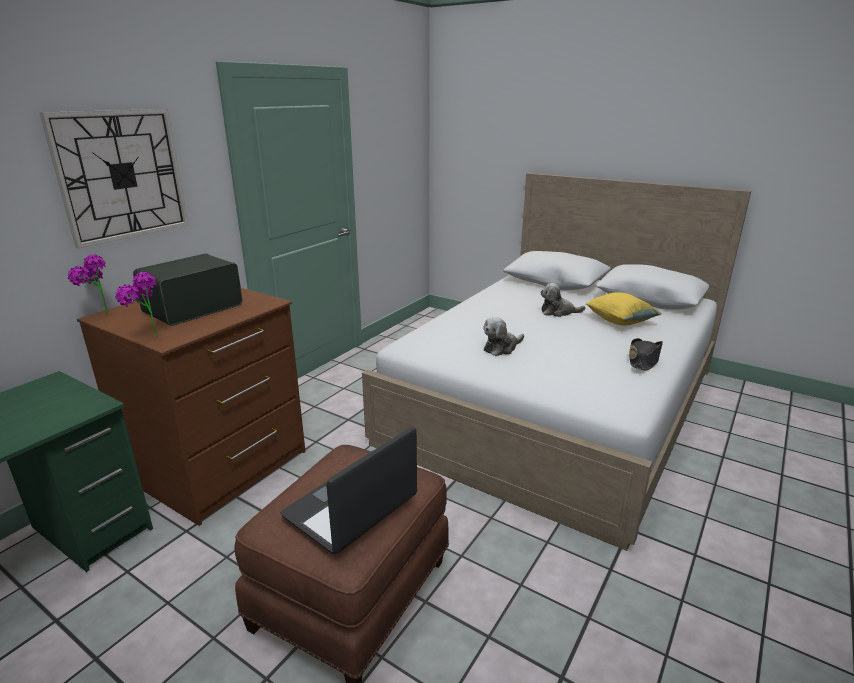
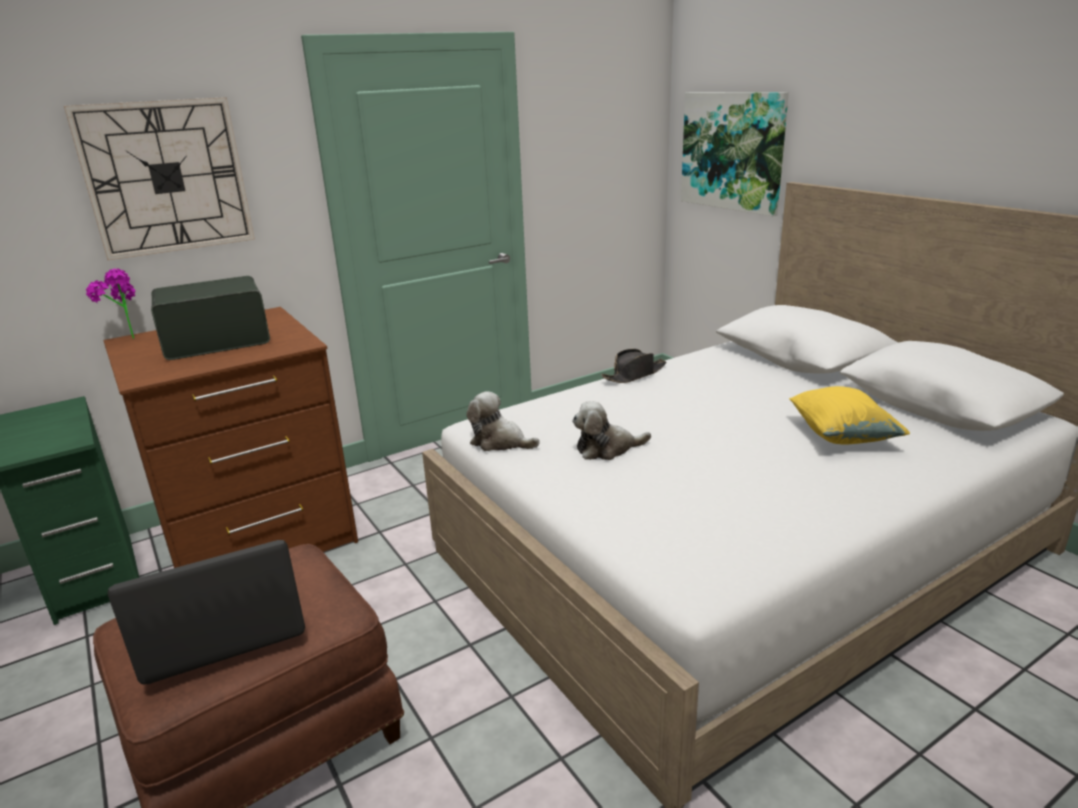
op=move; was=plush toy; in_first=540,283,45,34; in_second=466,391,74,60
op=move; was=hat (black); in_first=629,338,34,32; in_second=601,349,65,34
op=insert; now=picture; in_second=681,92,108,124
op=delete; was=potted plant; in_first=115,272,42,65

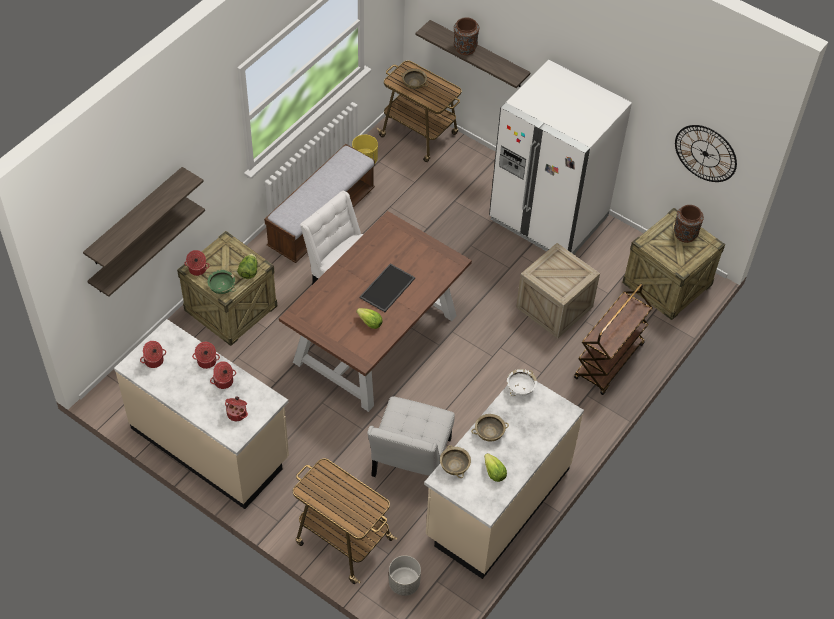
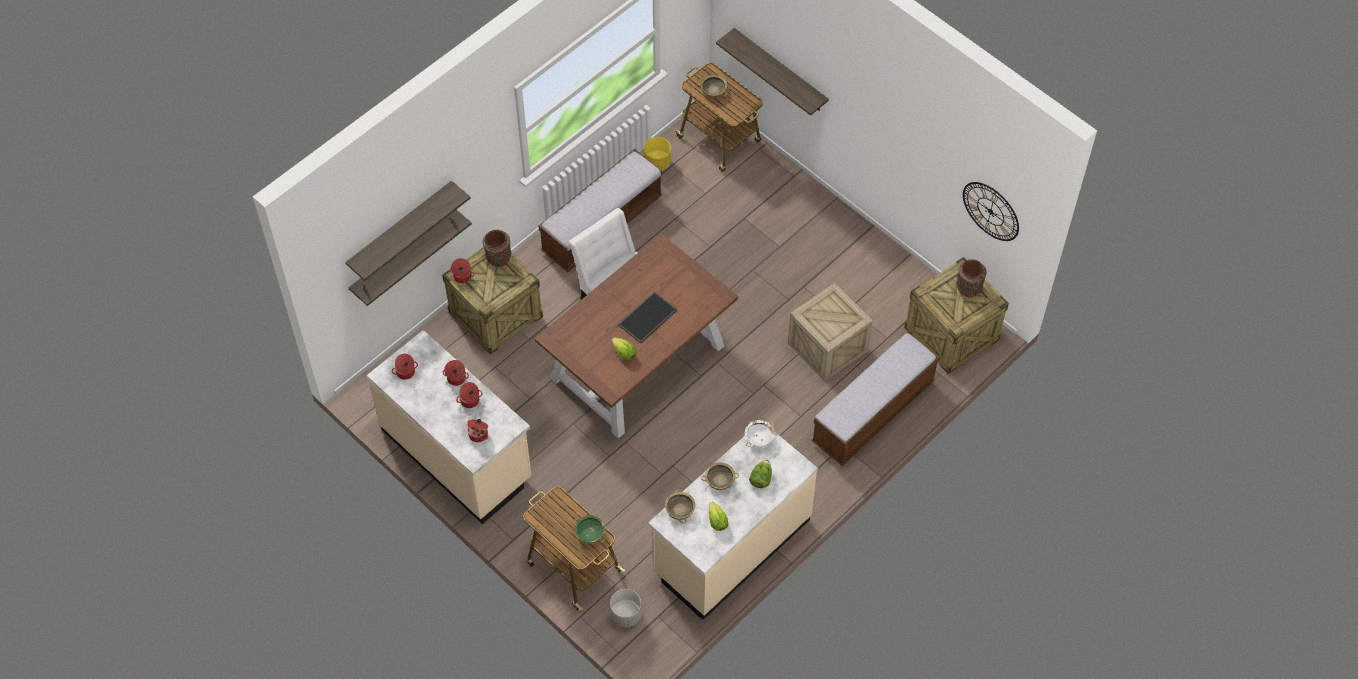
op=move; was=vase (brown); in_first=454,17,25,38; in_second=483,230,28,37
op=move; was=bowl (green); in_first=207,270,29,24; in_second=575,515,30,29
op=move; was=lettuce; in_first=237,254,21,25; in_second=749,460,23,28
op=replace; was=cart (brown); now=bench; in_first=574,284,79,111; in_second=812,333,128,133
op=delete; was=chair (white); in_first=367,396,88,81
op=delete; was=fridge (white); in_first=489,60,143,194

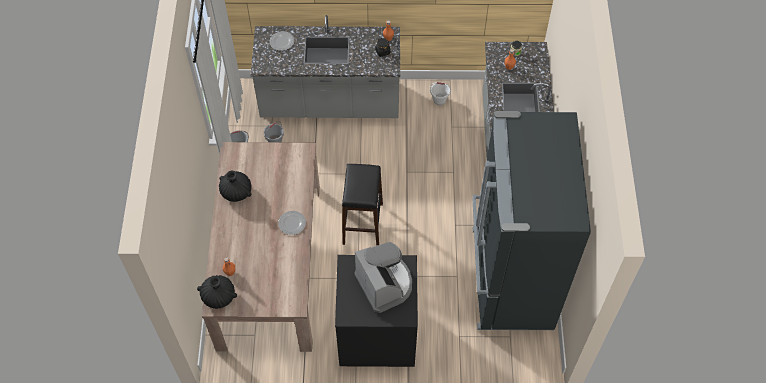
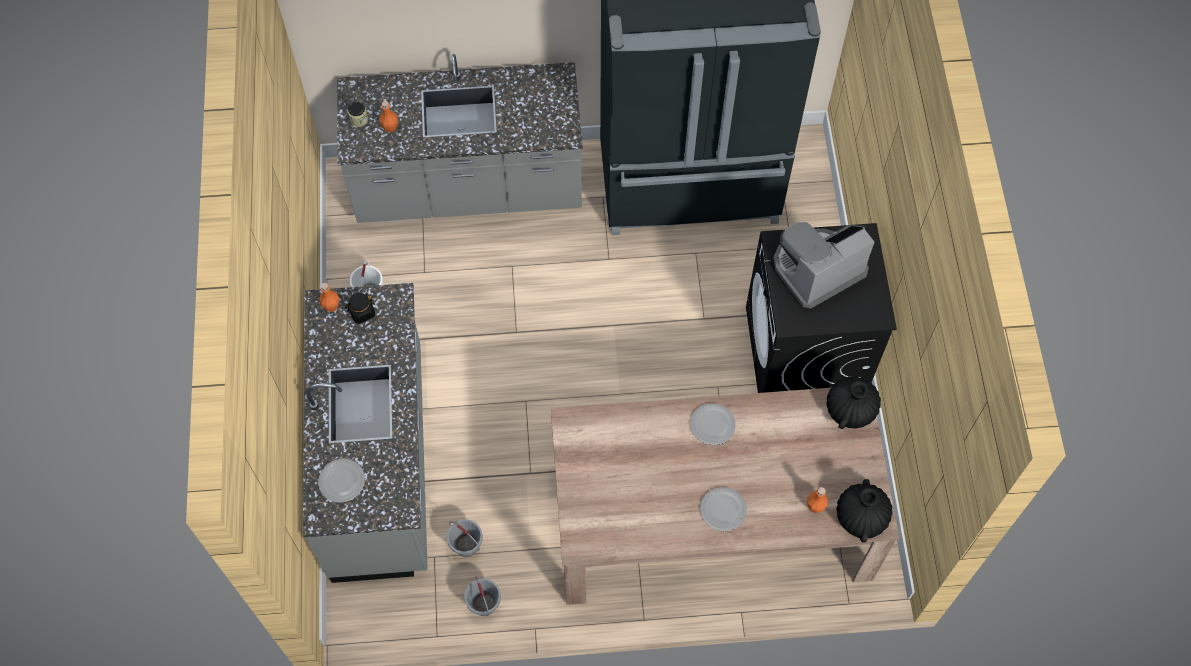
op=insert; now=plate; in_second=700,487,47,44
op=move; was=vase (black); in_first=219,171,33,31; in_second=826,375,55,54
op=delete; was=stool (black); in_first=342,164,41,82

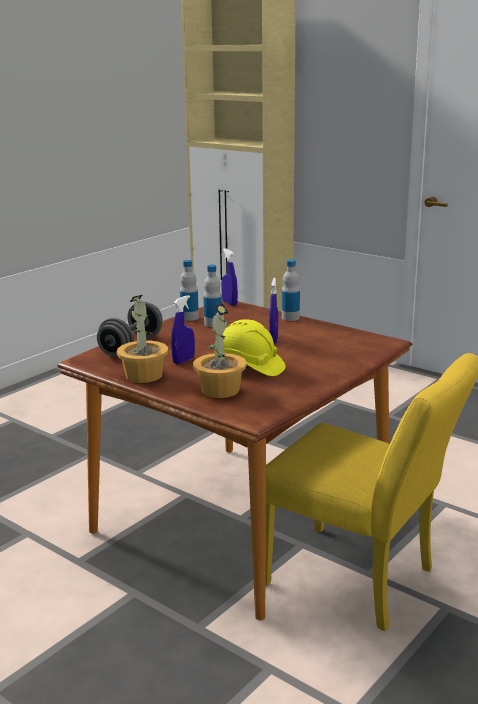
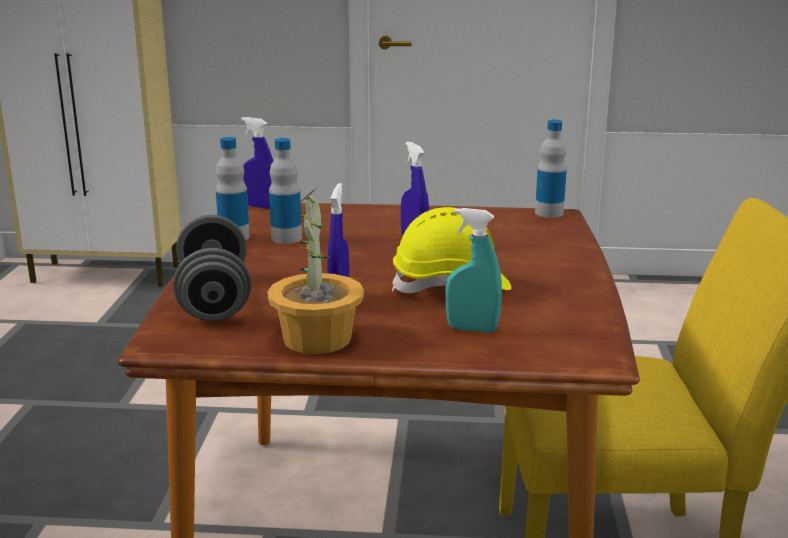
op=replace; was=potted plant; now=spray bottle (turquoise); in_first=193,304,54,94; in_second=446,208,56,125
op=move; was=bottle; in_first=282,259,18,62; in_second=535,120,32,98

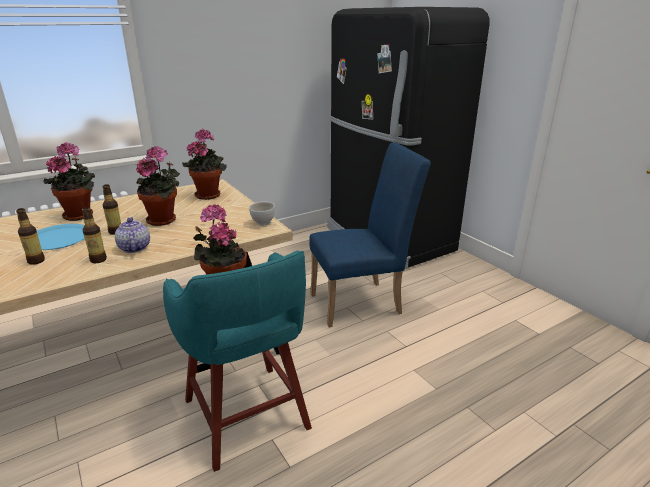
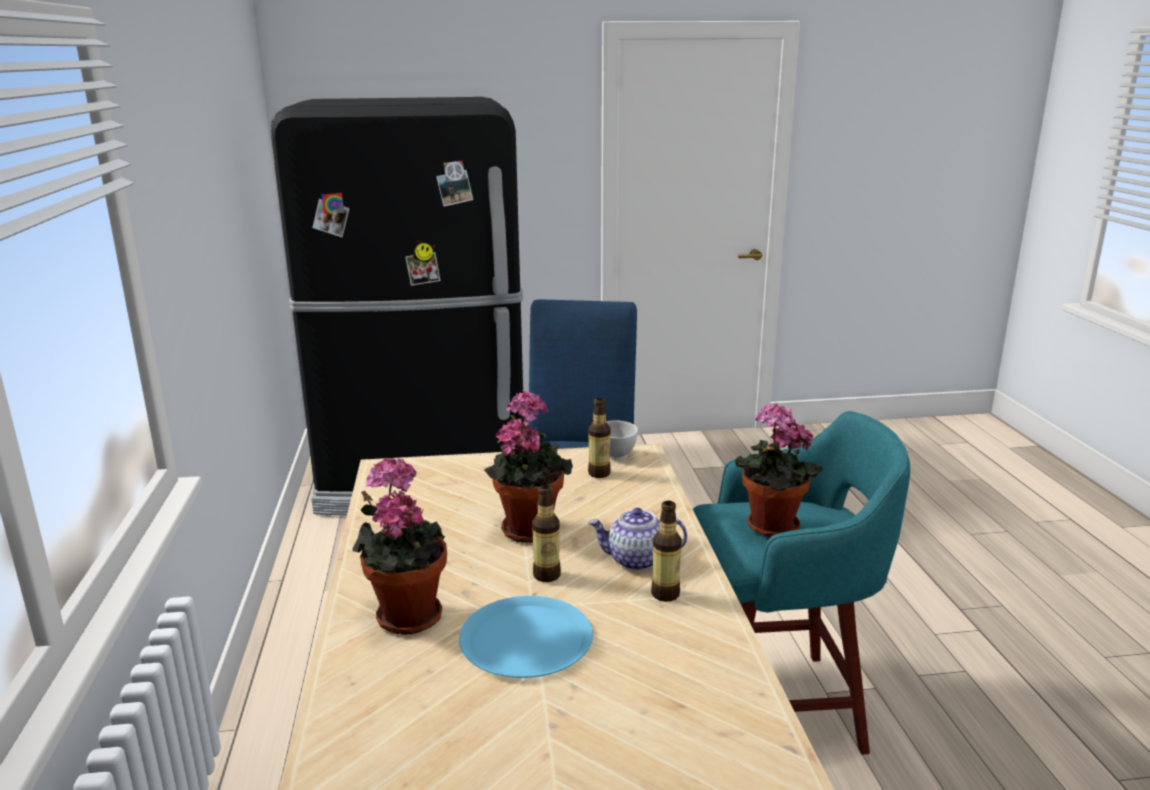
op=move; was=bottle; in_first=16,208,29,57; in_second=588,398,23,80
op=delete; was=potted plant; in_first=182,129,45,71

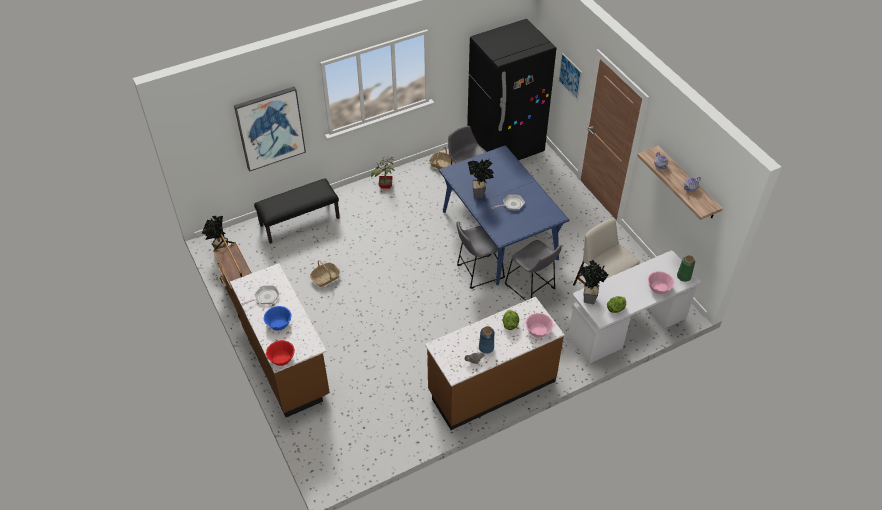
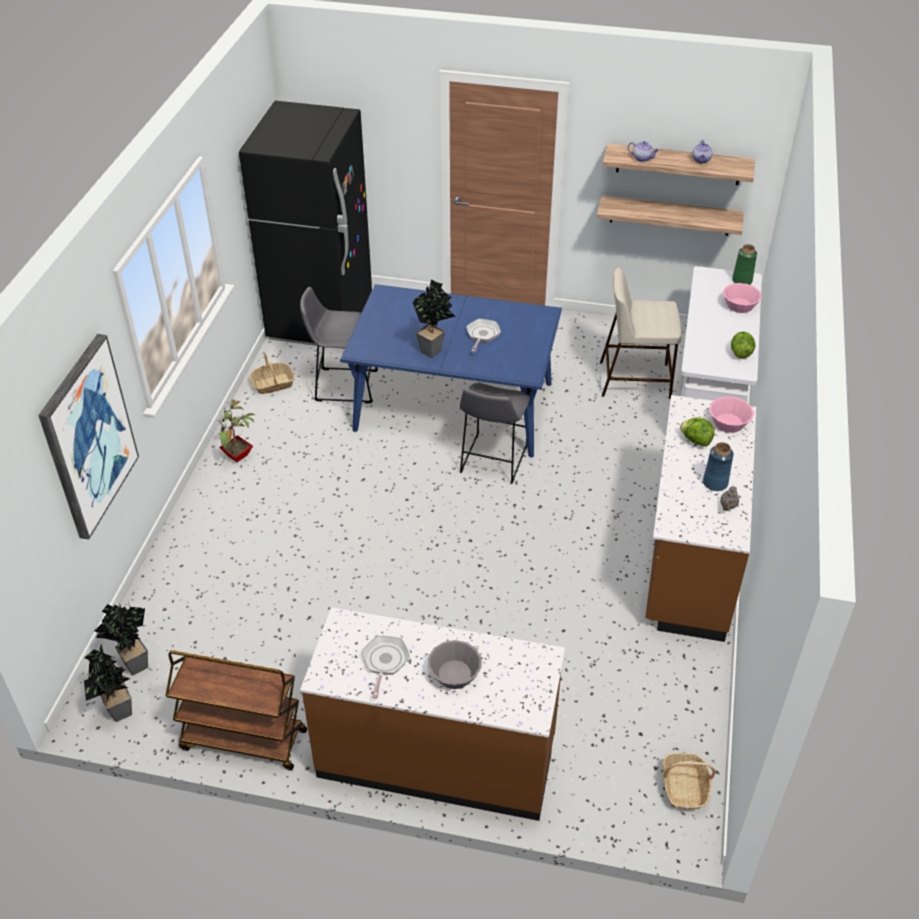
op=move; was=potted plant; in_first=579,260,30,44; in_second=94,602,54,73
op=recolor; was=bowl (blue); now=bowl (grey); in_first=263,306,29,25; in_second=428,640,54,49
op=insert; now=shelf; in_second=597,195,147,41
op=move; was=basket; in_first=310,260,30,27; in_second=662,753,54,56
op=delete; was=bench (black); in_first=254,178,86,66
op=delete; was=bowl (red); in_first=266,340,29,26
op=delete; was=stool (grey); in_first=505,240,57,61
op=delete; was=picture; in_first=558,53,24,48

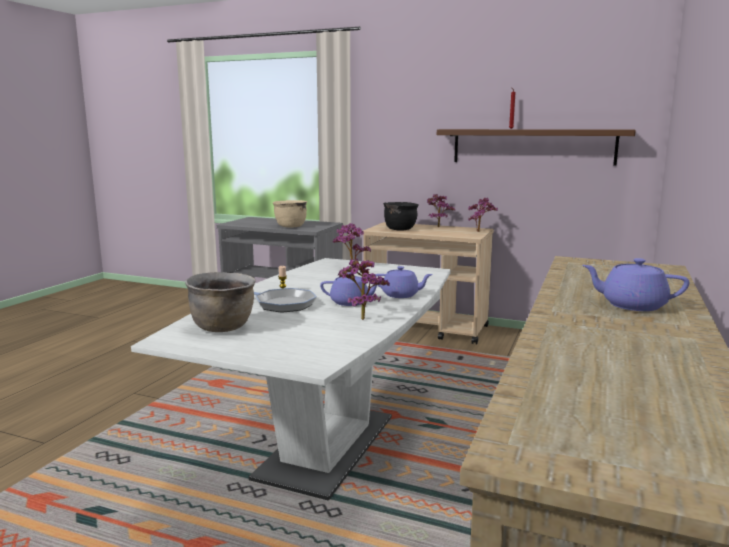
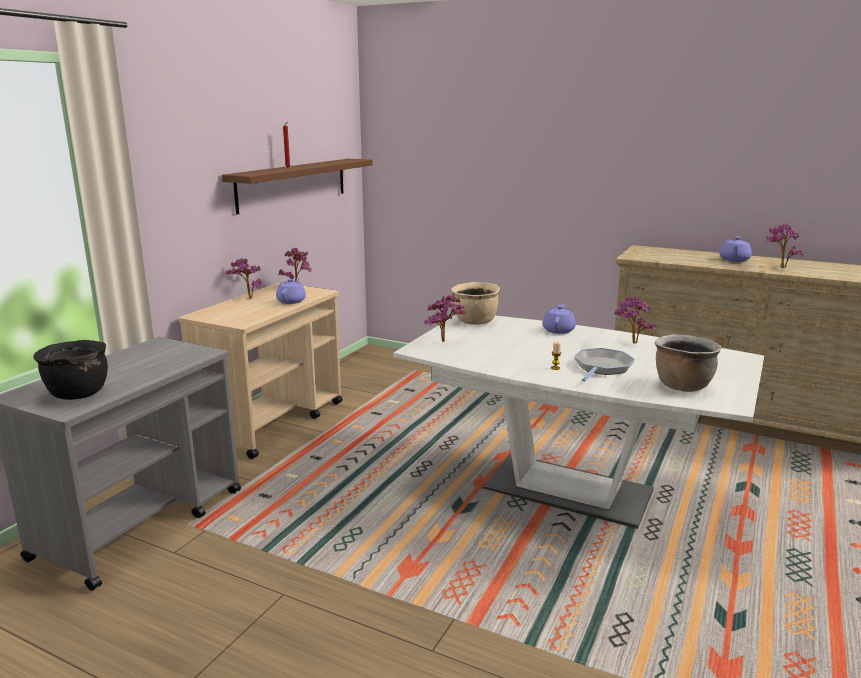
op=move; was=cooking pot (black); in_first=383,202,36,29; in_second=33,340,75,60
op=move; was=teapot (purple); in_first=320,272,57,34; in_second=276,278,30,26
op=move; was=cooking pot (beige); in_first=273,200,34,28; in_second=451,282,49,43
op=insert; now=potted plant; in_second=765,224,39,44

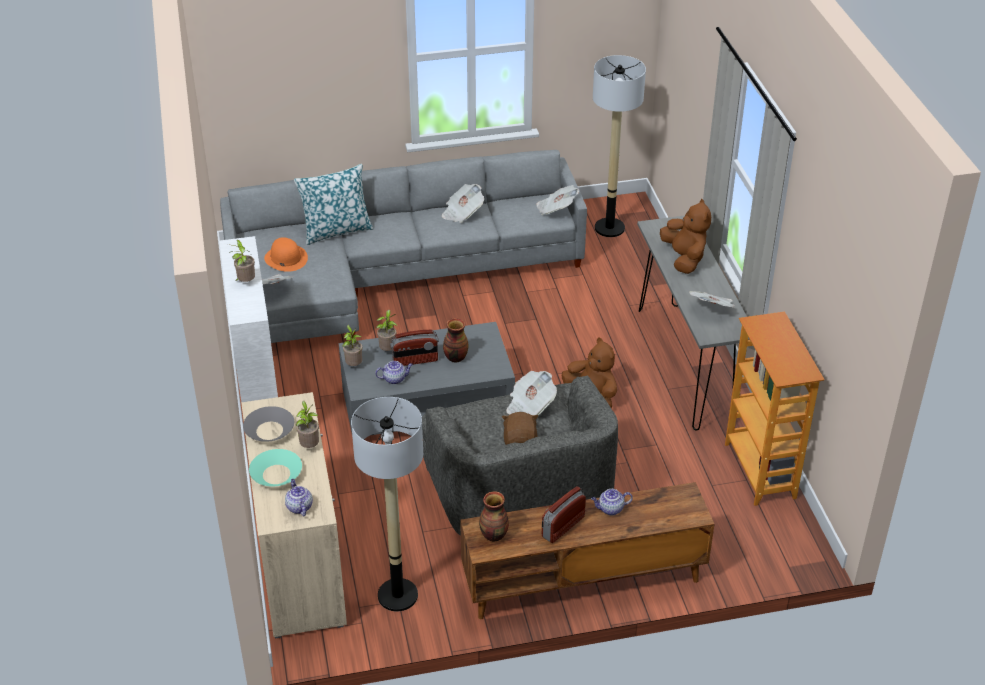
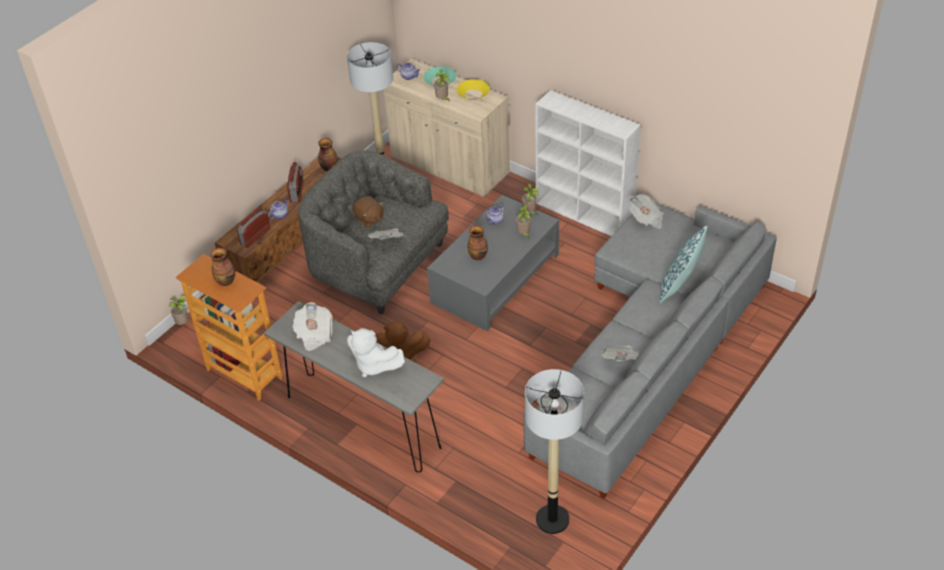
op=move; was=potted plant; in_first=228,240,27,42; in_second=169,296,22,29
op=insert; now=vase; in_second=210,248,25,38
op=move; was=radio; in_first=390,329,49,37; in_second=237,207,33,41
op=recolor; was=plush toy (brown); now=plush toy (white); in_first=660,199,51,75; in_second=347,328,58,49
op=recolor; was=bowl (grey); now=bowl (yellow); in_first=243,406,51,36; in_second=457,79,33,21
op=delete; was=hat (orange); in_first=264,237,44,35

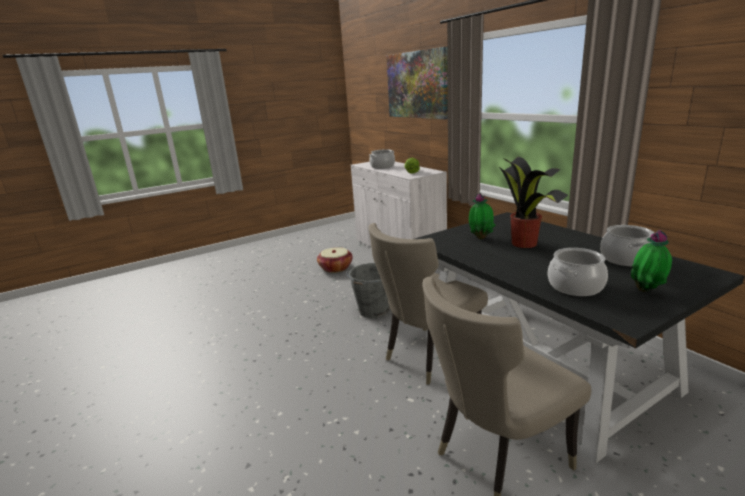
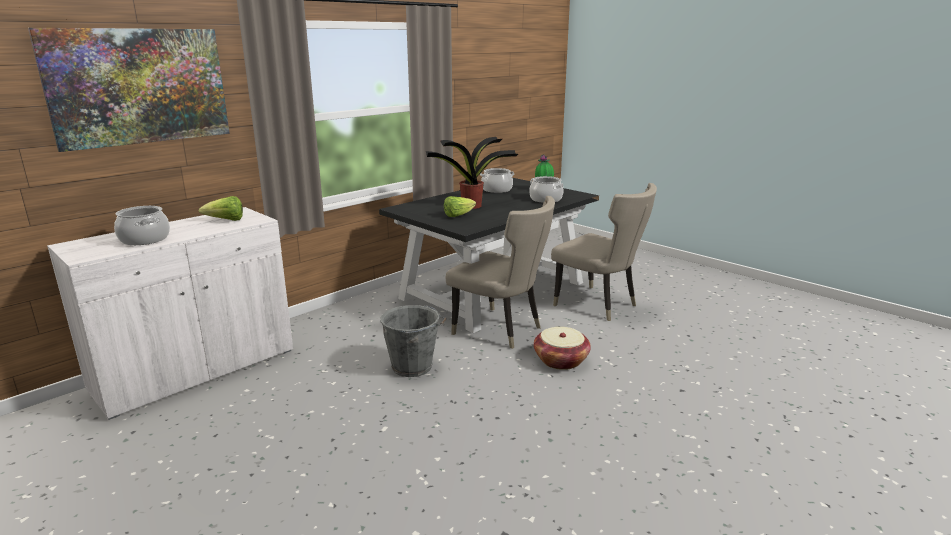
op=replace; was=potted plant; now=lettuce; in_first=469,193,27,46; in_second=444,196,32,21
op=move; was=basket; in_first=317,247,36,26; in_second=534,327,57,43

